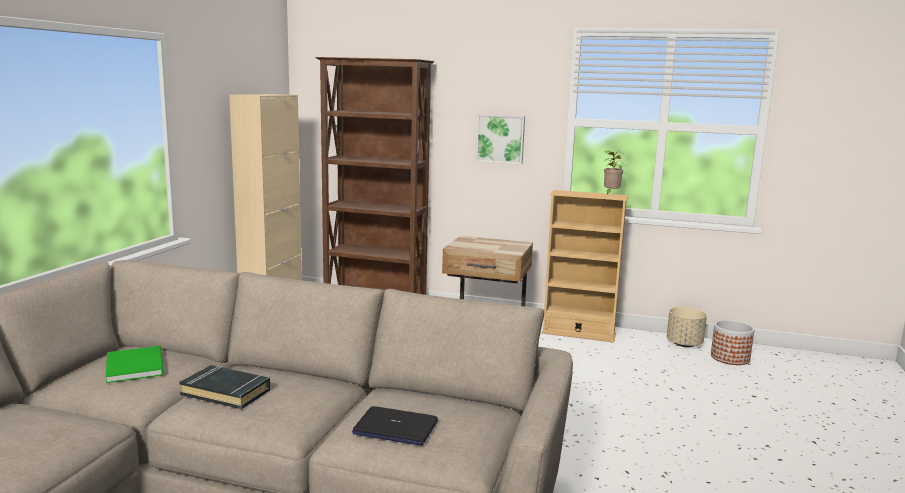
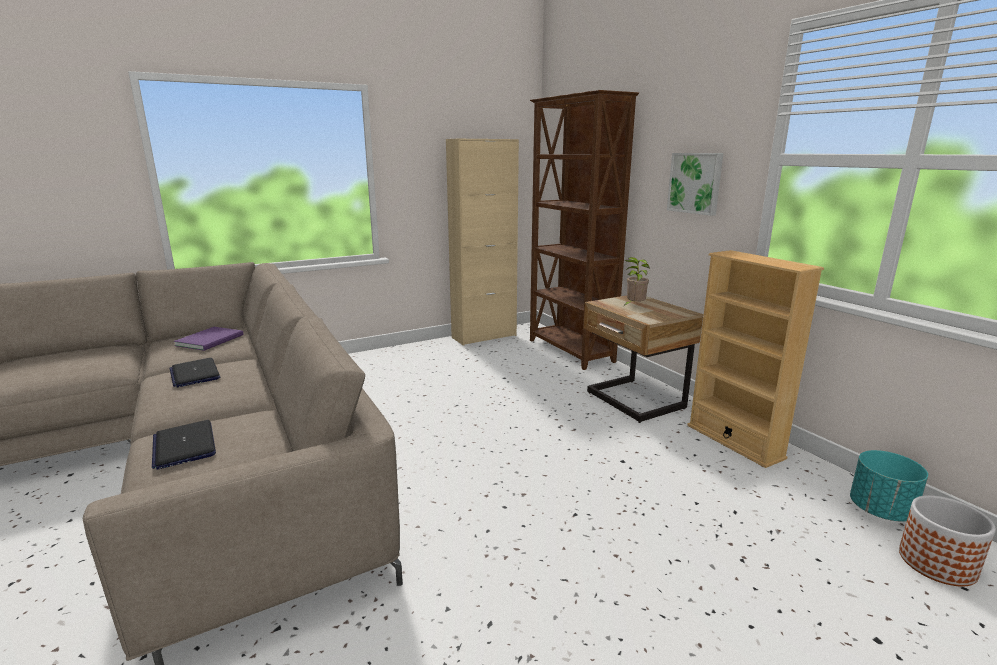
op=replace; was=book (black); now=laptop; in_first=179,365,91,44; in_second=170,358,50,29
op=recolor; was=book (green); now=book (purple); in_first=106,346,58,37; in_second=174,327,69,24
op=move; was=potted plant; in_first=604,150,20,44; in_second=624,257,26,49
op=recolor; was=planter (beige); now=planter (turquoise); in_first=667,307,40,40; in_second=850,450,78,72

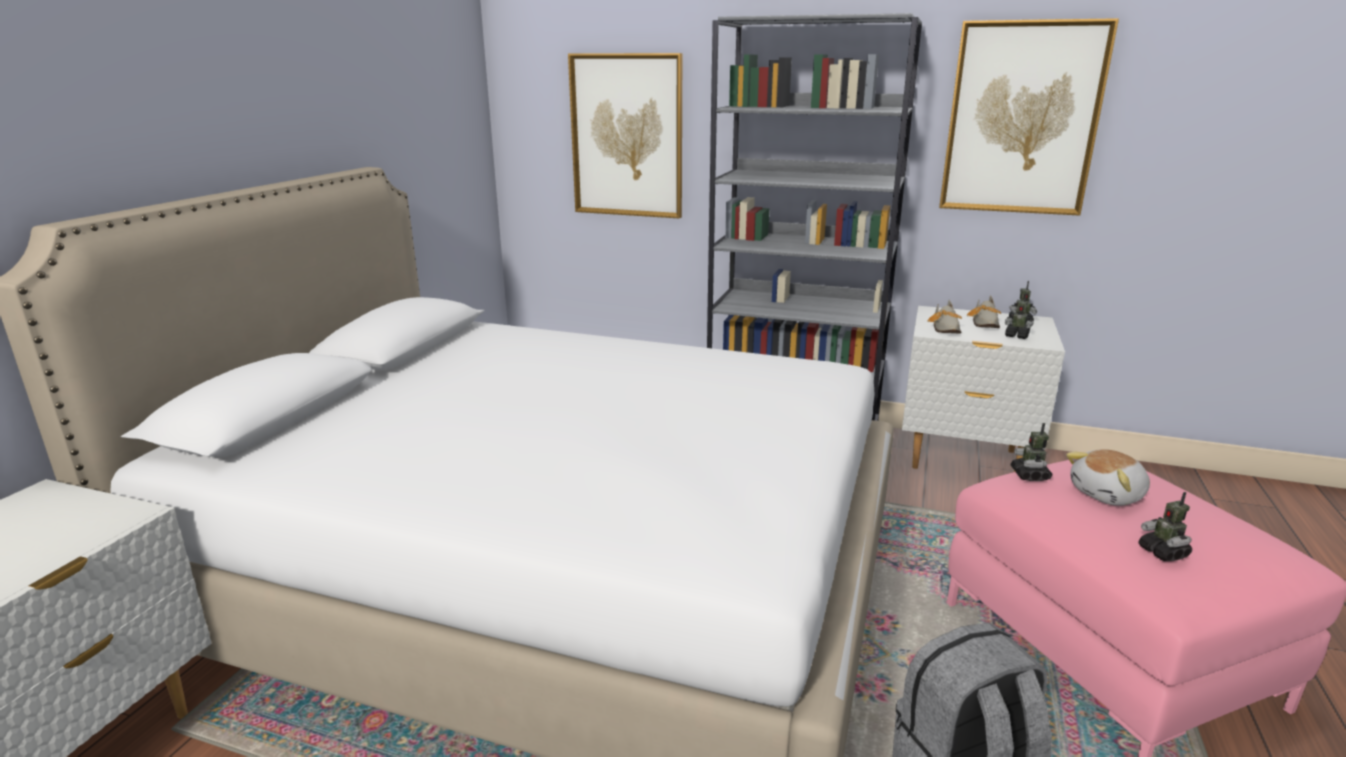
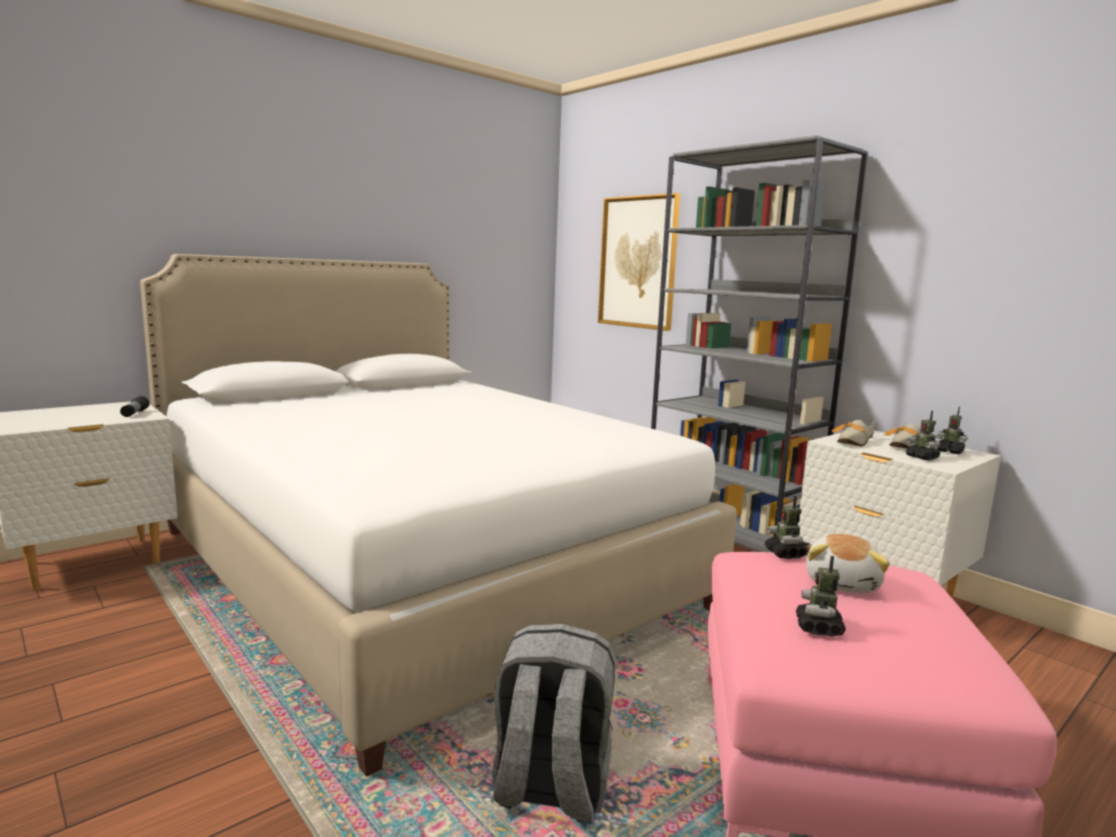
op=insert; now=flashlight; in_second=120,396,30,21
op=rotate; was=toy robot; in_first=1010,423,43,58; in_second=765,496,43,63; clockwise=-45
op=rotate; was=plush toy; in_first=1066,449,84,57; in_second=806,534,84,59; clockwise=-75
op=delete; was=picture; in_first=939,18,180,198

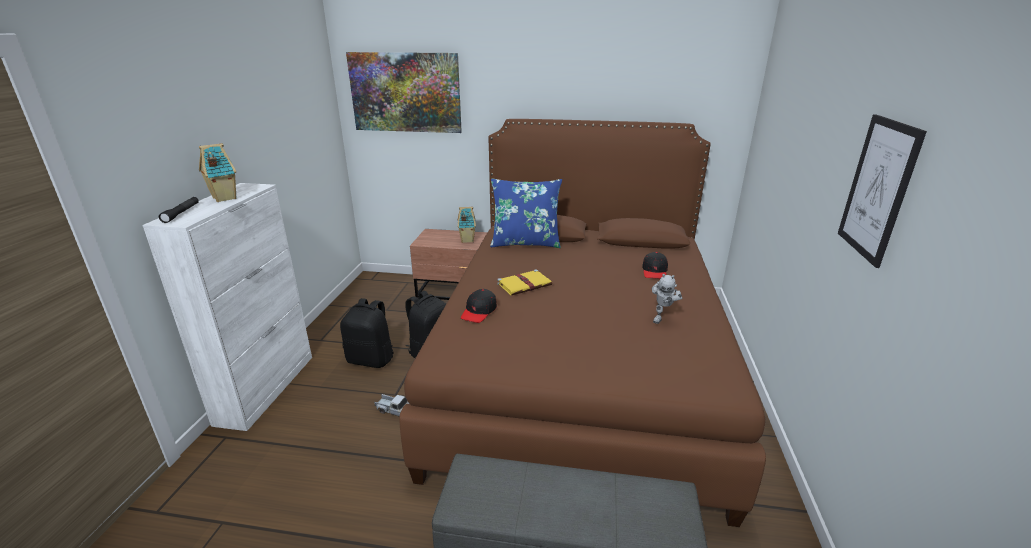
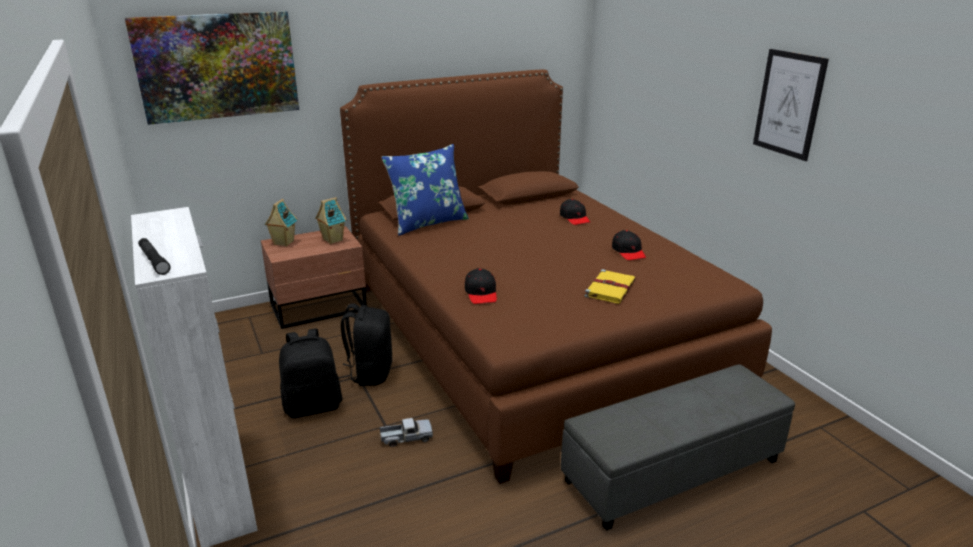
op=move; was=toy house; in_first=199,143,37,59; in_second=264,199,34,48
op=move; was=book (yellow); in_first=497,269,55,27; in_second=584,269,52,35
op=replace; was=toy robot; now=cap (black); in_first=652,274,31,50; in_second=612,230,34,30

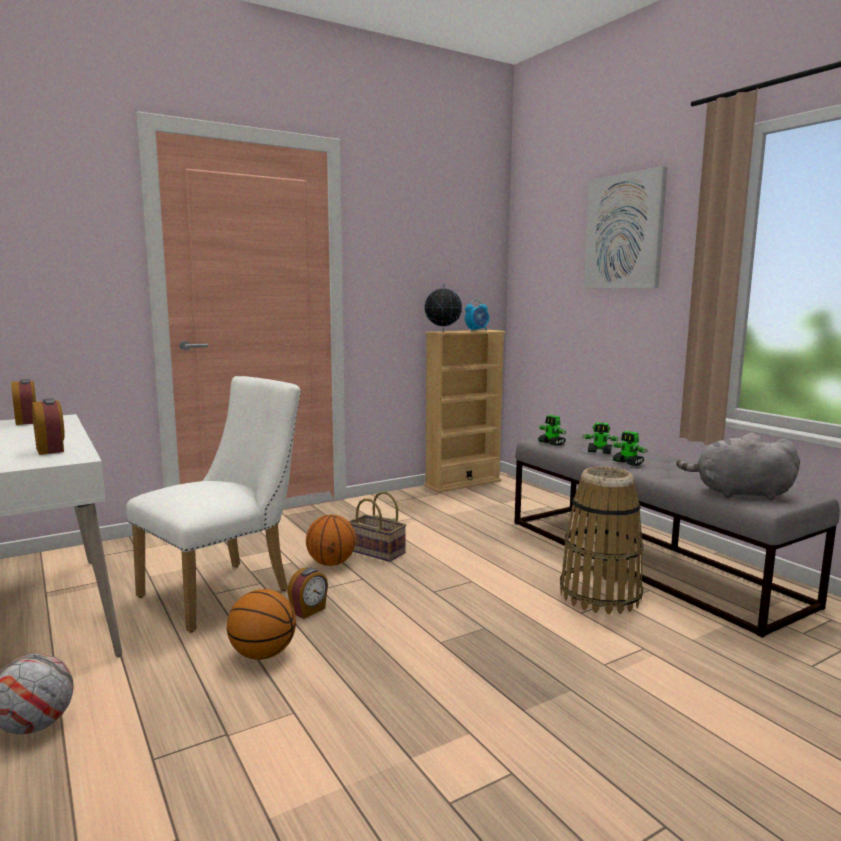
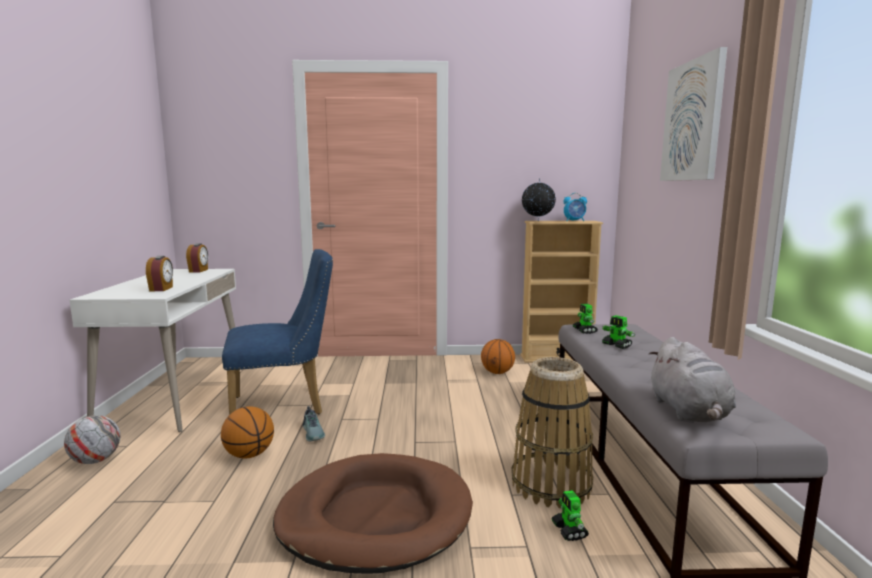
op=recolor; was=chair (white); now=chair (blue); in_first=126,376,175,257; in_second=222,249,111,166
op=insert; now=dog bed (brown); in_second=273,453,200,121
op=replace; was=alarm clock; now=shoe; in_first=287,567,41,52; in_second=303,406,22,36
op=move; was=basketball; in_first=306,514,50,52; in_second=481,339,34,35
op=move; was=toy robot; in_first=612,431,36,35; in_second=552,490,37,51
op=rotate; was=plush toy (grey); in_first=676,433,124,67; in_second=649,337,87,85; clockwise=-135
op=delete; was=basket; in_first=348,492,58,70

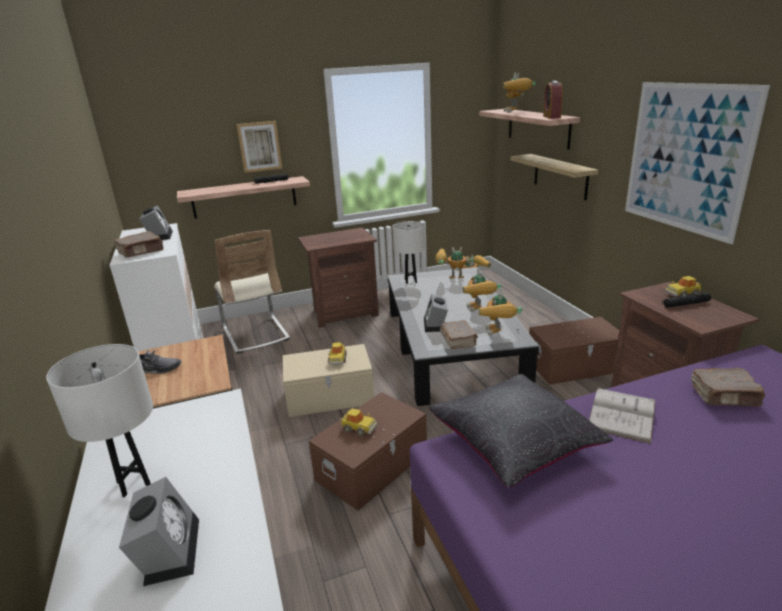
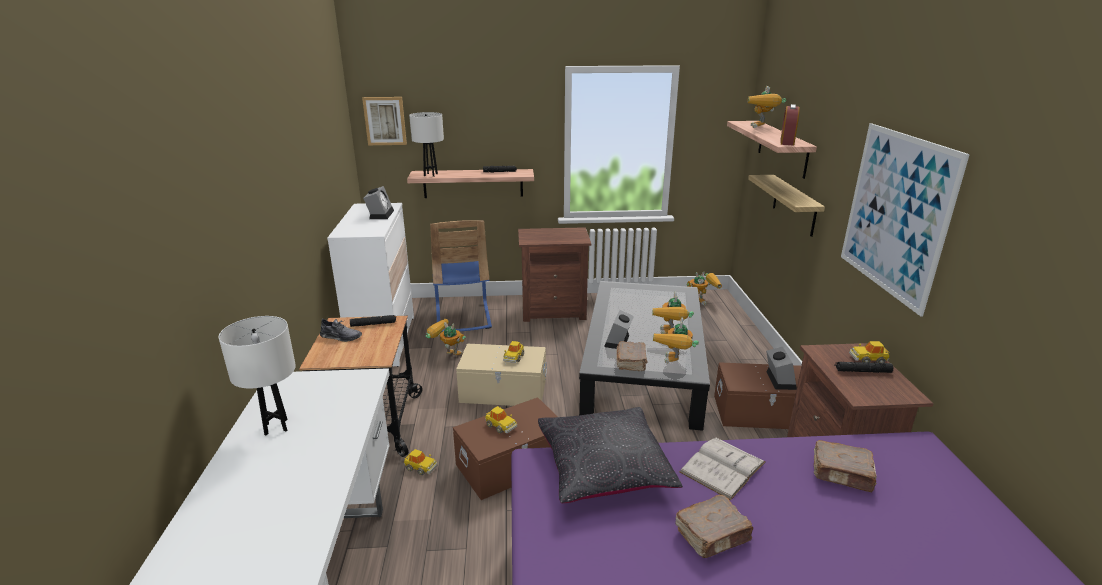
op=insert; now=flashlight (black); in_second=350,315,46,12
op=move; was=picture; in_first=236,121,46,52; in_second=362,97,45,48
op=insert; now=toy car; in_second=404,449,33,26
op=move; was=table lamp (white); in_first=393,221,32,63; in_second=409,112,35,65
op=move; was=toy robot; in_first=435,247,37,32; in_second=425,319,41,36
op=recolor; was=chair (beige); now=chair (blue); in_first=214,230,76,124; in_second=430,220,62,112
op=move; was=book (brown); in_first=114,231,49,26; in_second=675,495,78,63
op=move; was=alarm clock; in_first=119,477,80,109; in_second=766,347,31,43

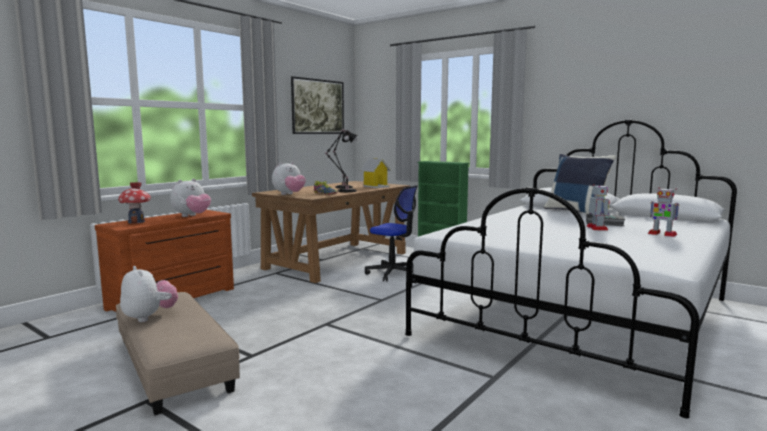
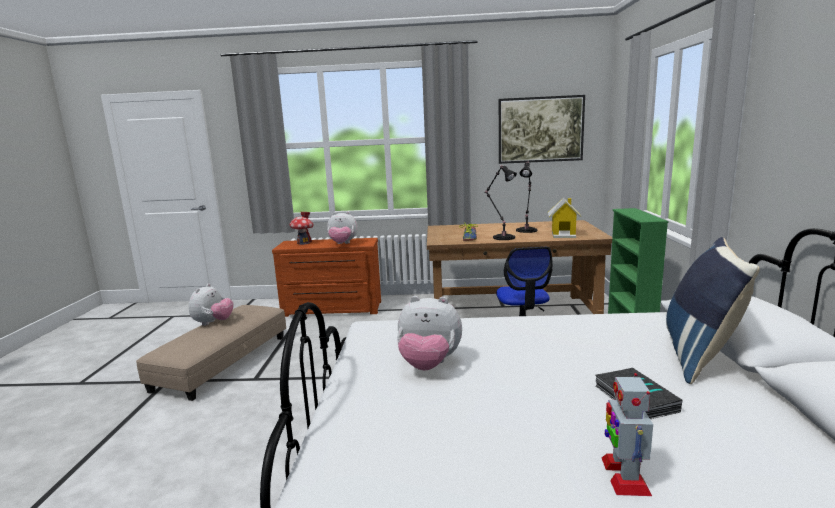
op=move; was=plush toy; in_first=272,162,34,33; in_second=397,296,65,74
op=delete; was=toy robot; in_first=587,184,23,47

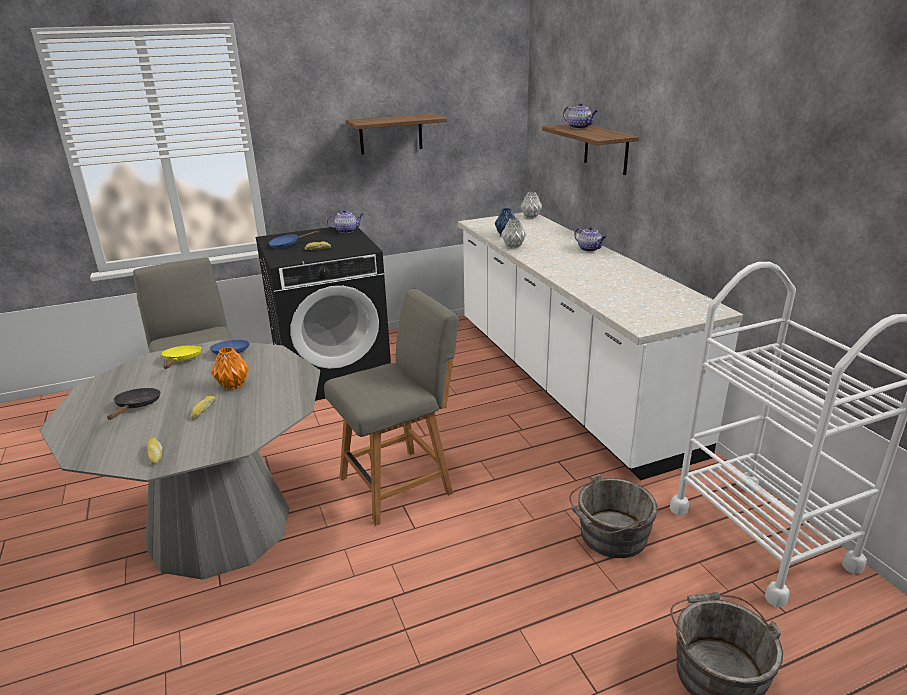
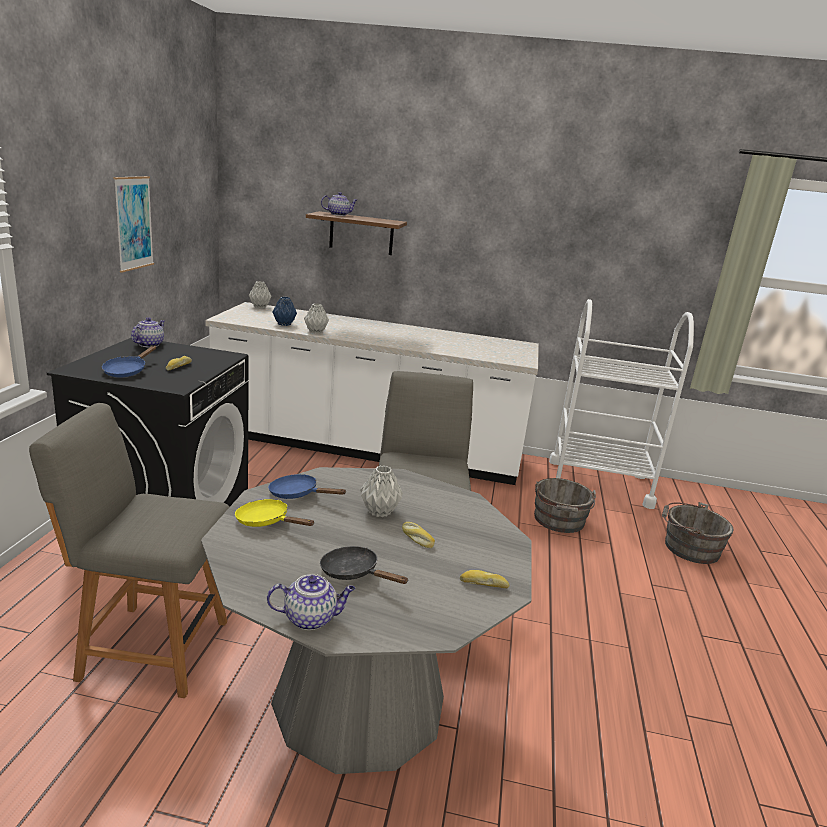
op=replace; was=shelf; now=picture; in_first=346,113,101,42; in_second=113,176,41,97
op=move; was=teapot; in_first=574,227,32,25; in_second=267,574,88,56
op=recolor; was=vase (orange); now=vase (grey); in_first=211,347,38,43; in_second=360,466,43,51

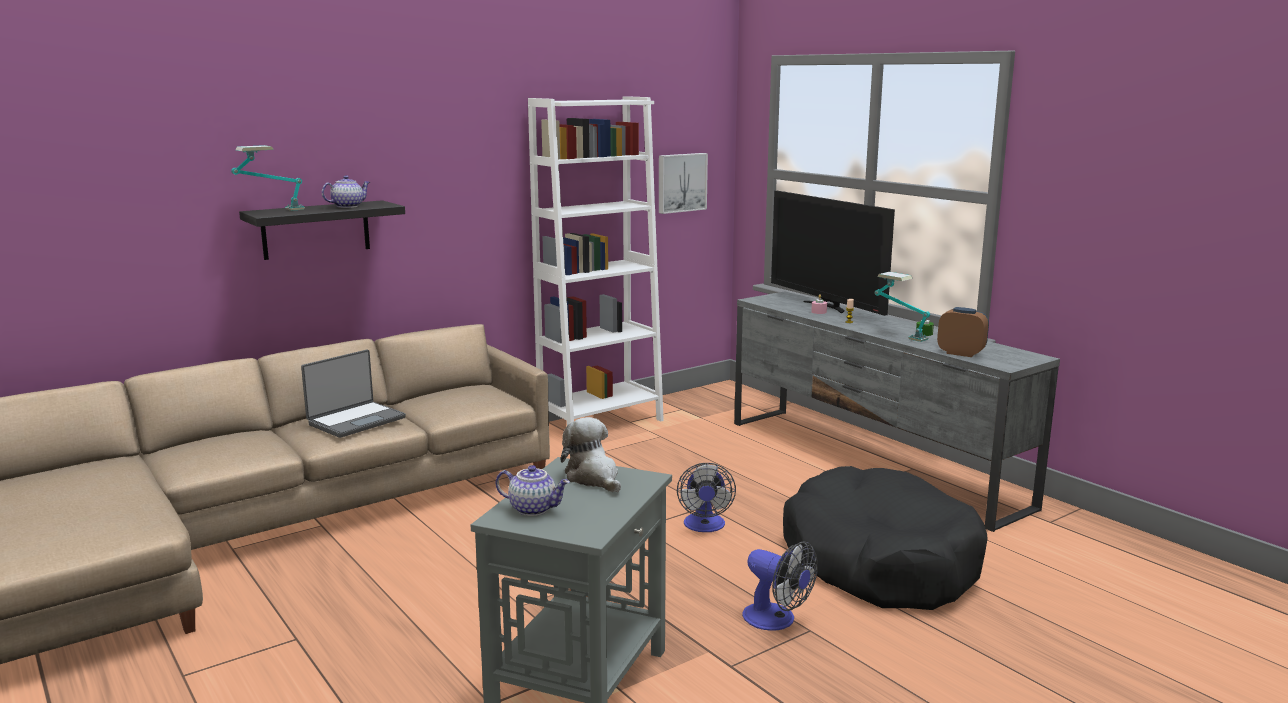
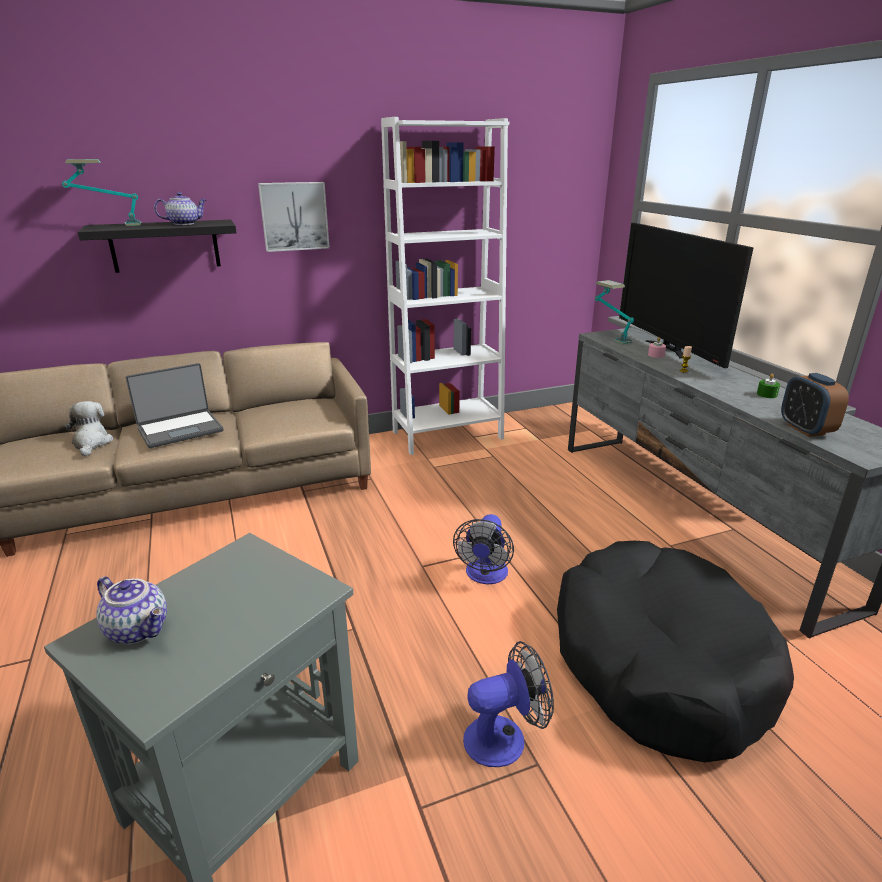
op=move; was=plush toy; in_first=560,417,61,75; in_second=65,401,48,56
op=move; was=picture; in_first=659,153,49,61; in_second=258,182,72,70
op=rotate; was=fan; in_first=742,541,76,90; in_second=463,641,91,126; clockwise=-75
op=move; was=table lamp; in_first=875,272,55,70; in_second=595,280,39,64
op=rotate; was=alarm clock; in_first=937,307,52,50; in_second=781,373,68,64; clockwise=-150

